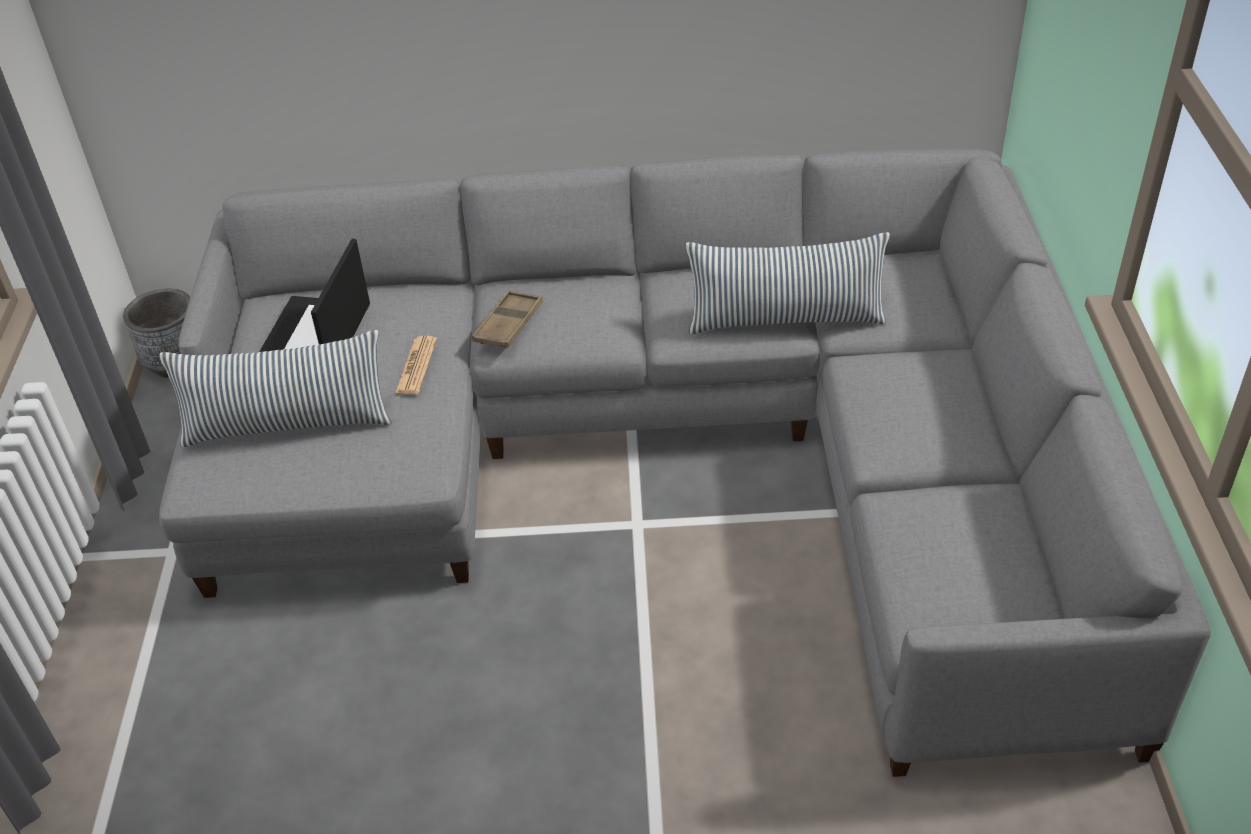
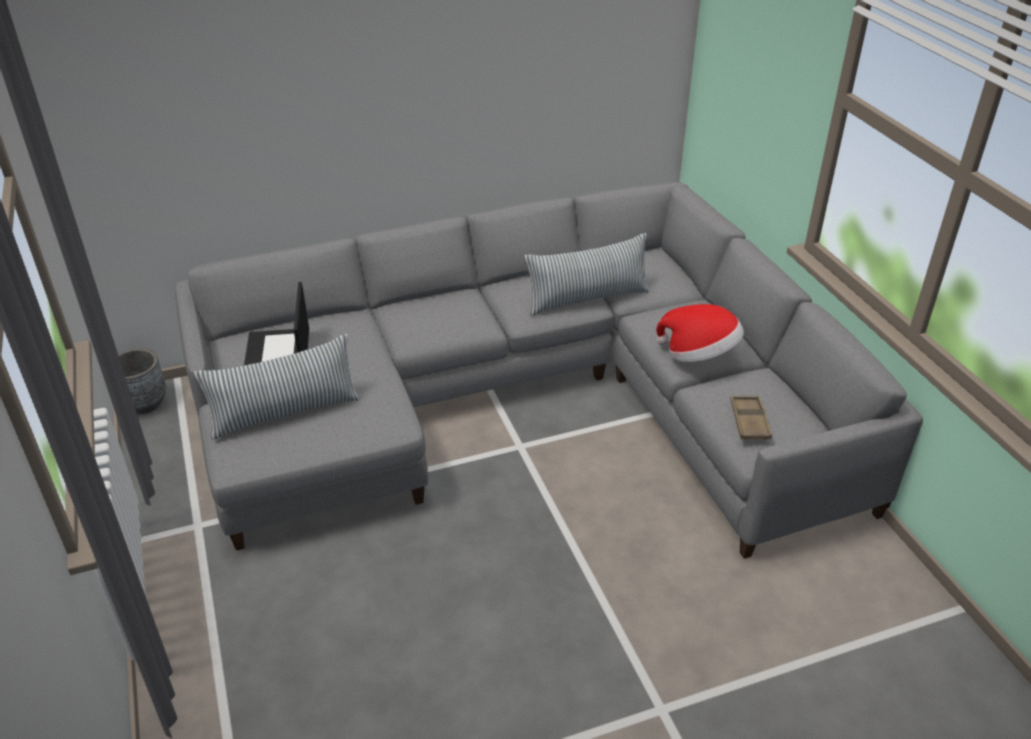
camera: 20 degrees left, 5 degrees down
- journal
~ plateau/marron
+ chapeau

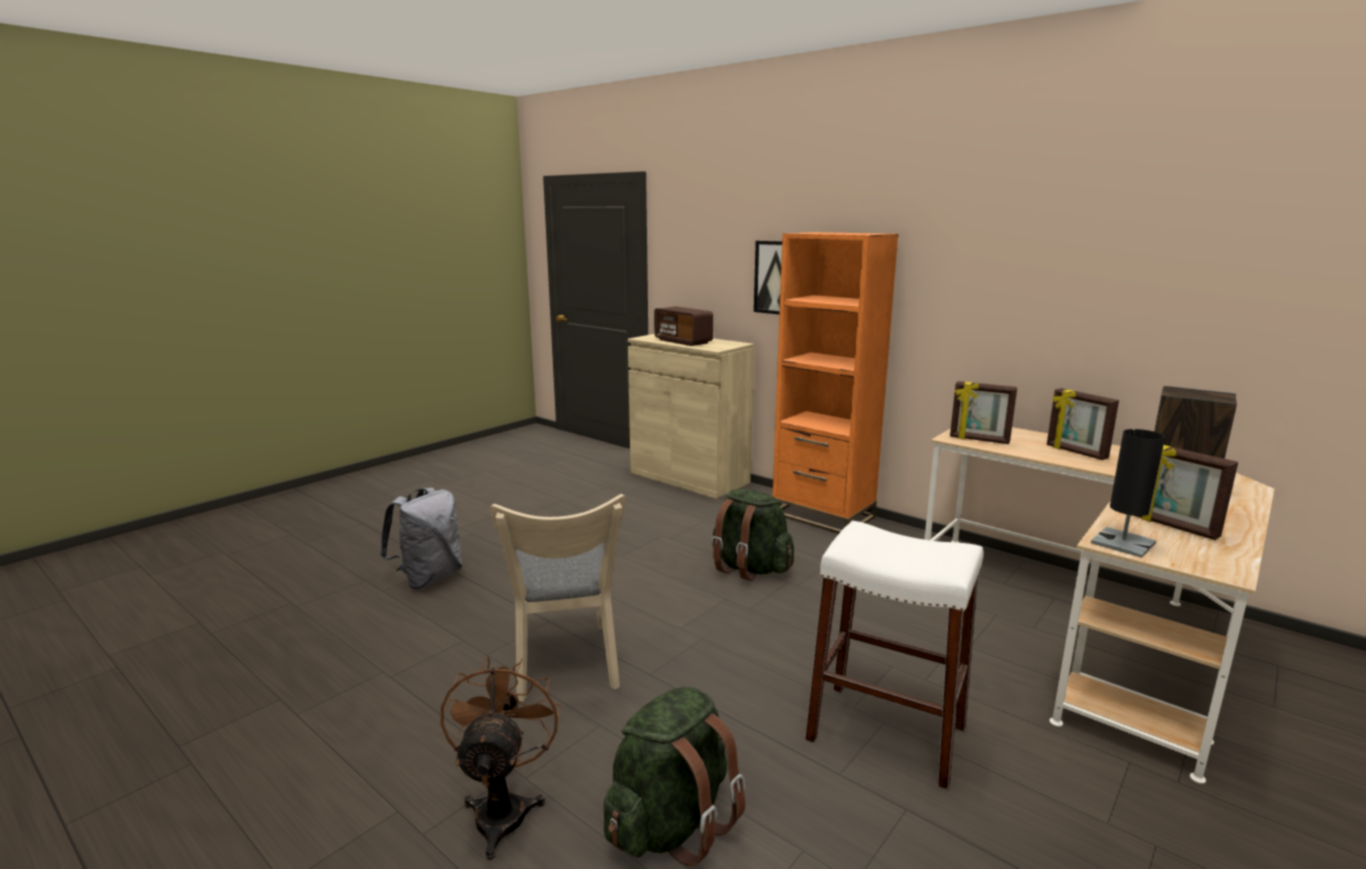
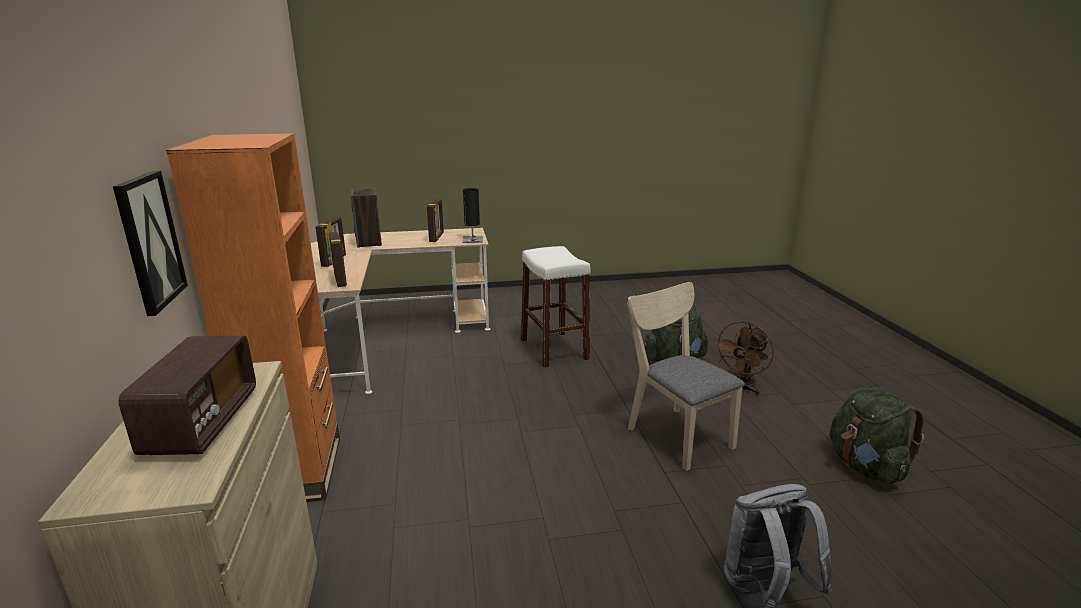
camera: 140 degrees left, 5 degrees up
~ chaise/beige 60 degrees counterclockwise
~ sac à dos/vert (2nd from left)

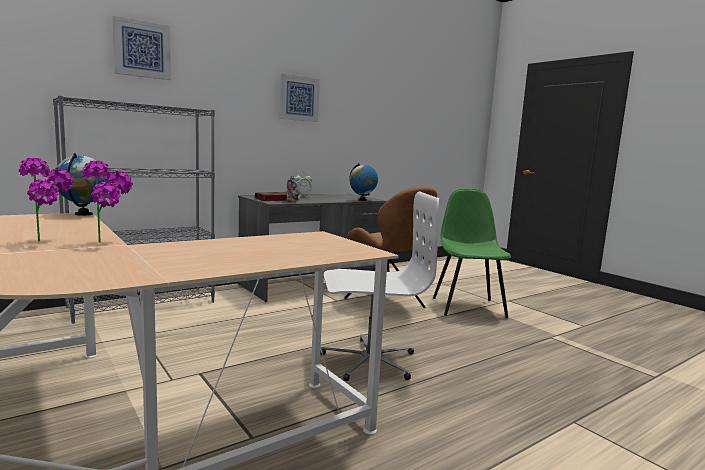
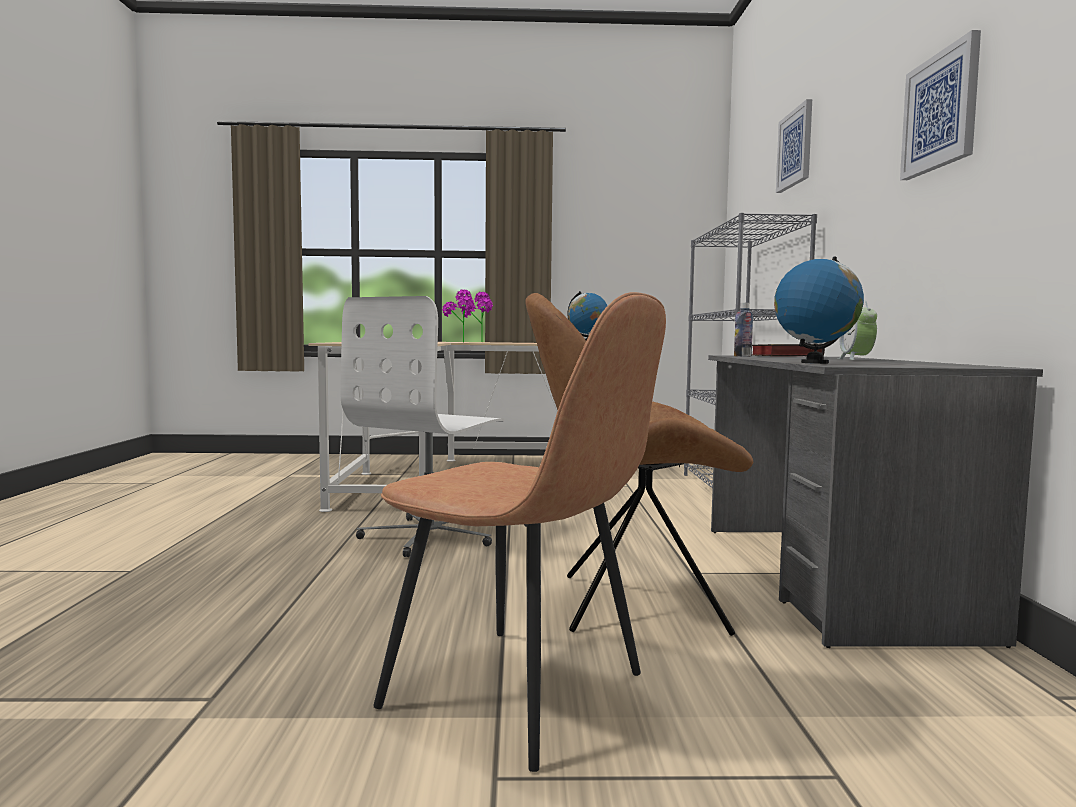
camera: 125 degrees right, 5 degrees down
~ chaise/vert to chaise/marron (1st from left)

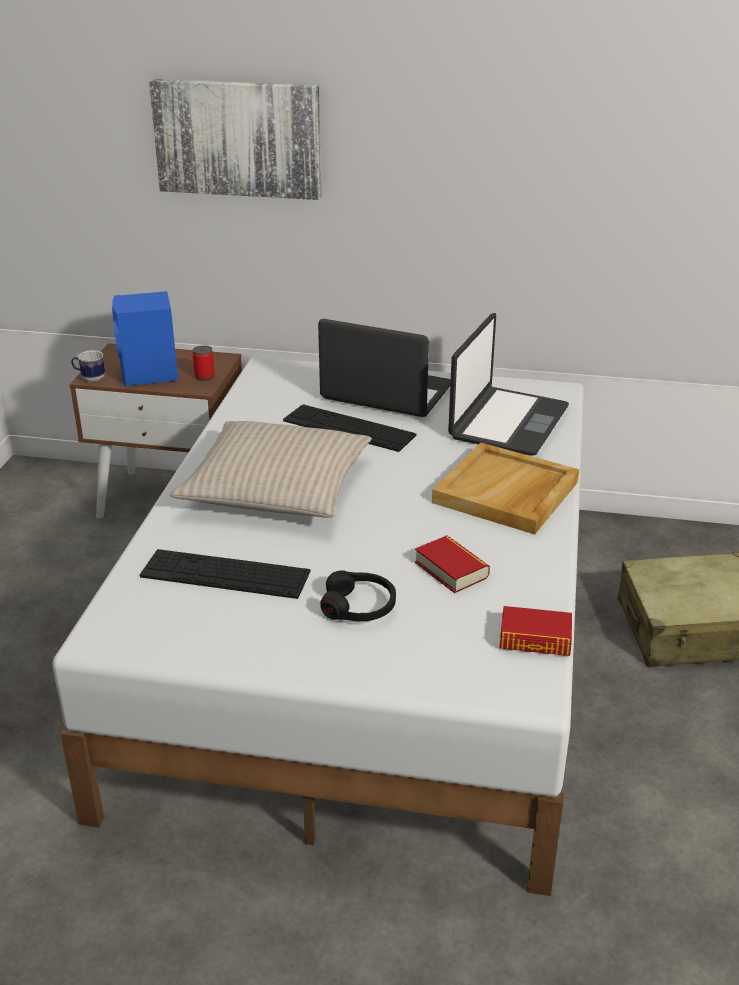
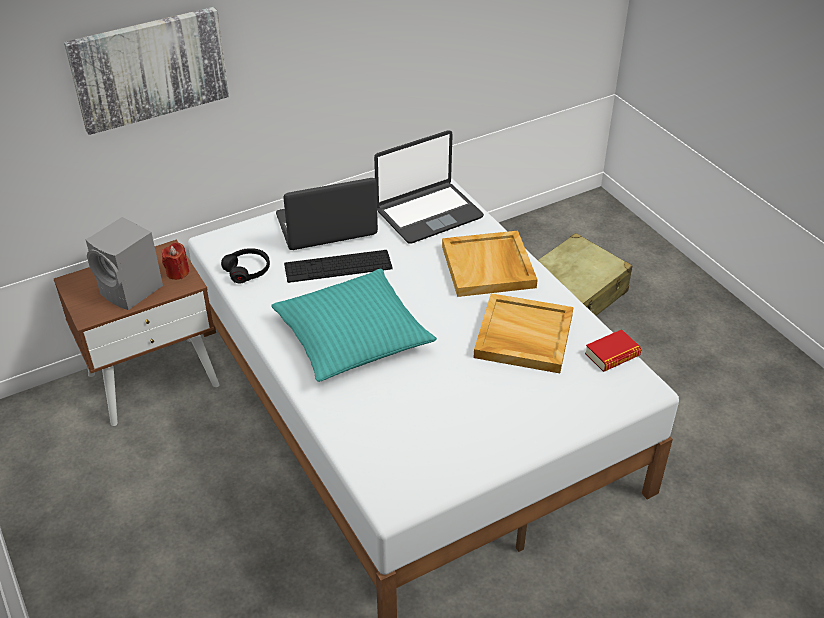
camera: 40 degrees left, 10 degrees up
- mug
~ enceinte/bleu to enceinte/gris
- clavier (1st from left)
~ coussin/beige to coussin/turquoise
~ boîte métallique to bougie/rouge
~ casque audio/noir
~ livre (1st from left) to plateau/beige (2nd from left)
~ ordinateur portable (2nd from left) 75 degrees clockwise

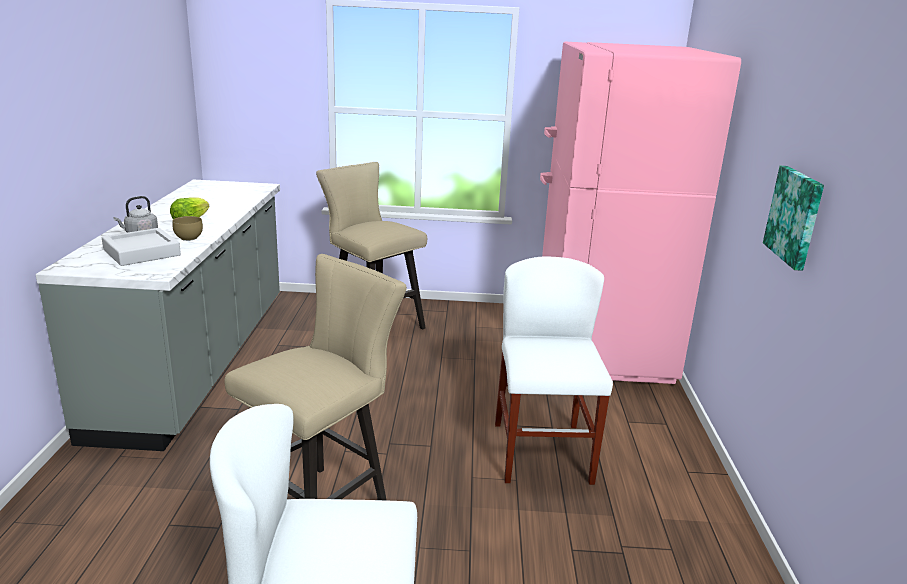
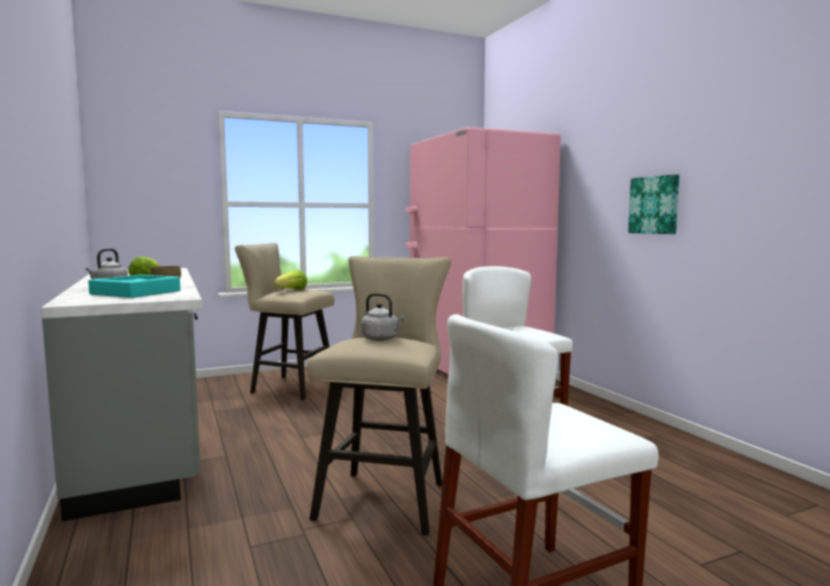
camera: 25 degrees left, 15 degrees down
~ plateau/gris to plateau/turquoise
+ laitue (2nd from left)
+ bouilloire/gris (2nd from left)

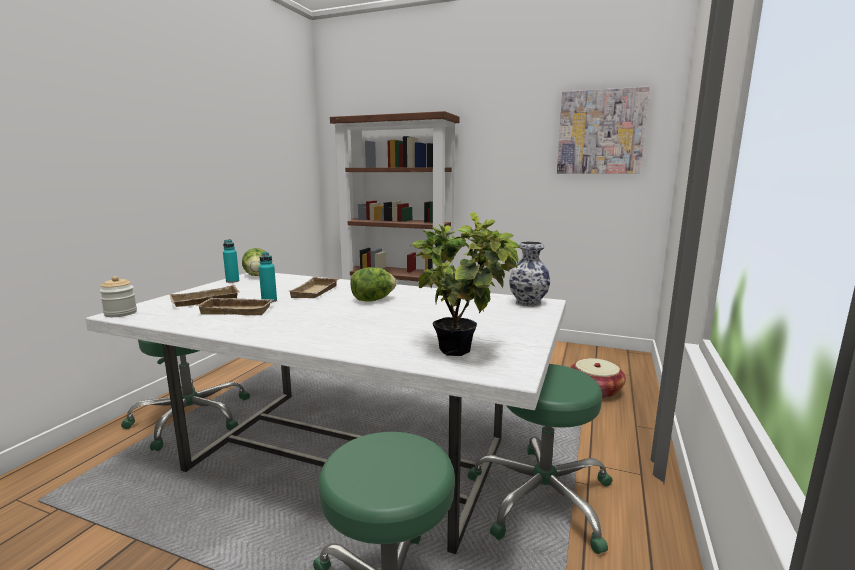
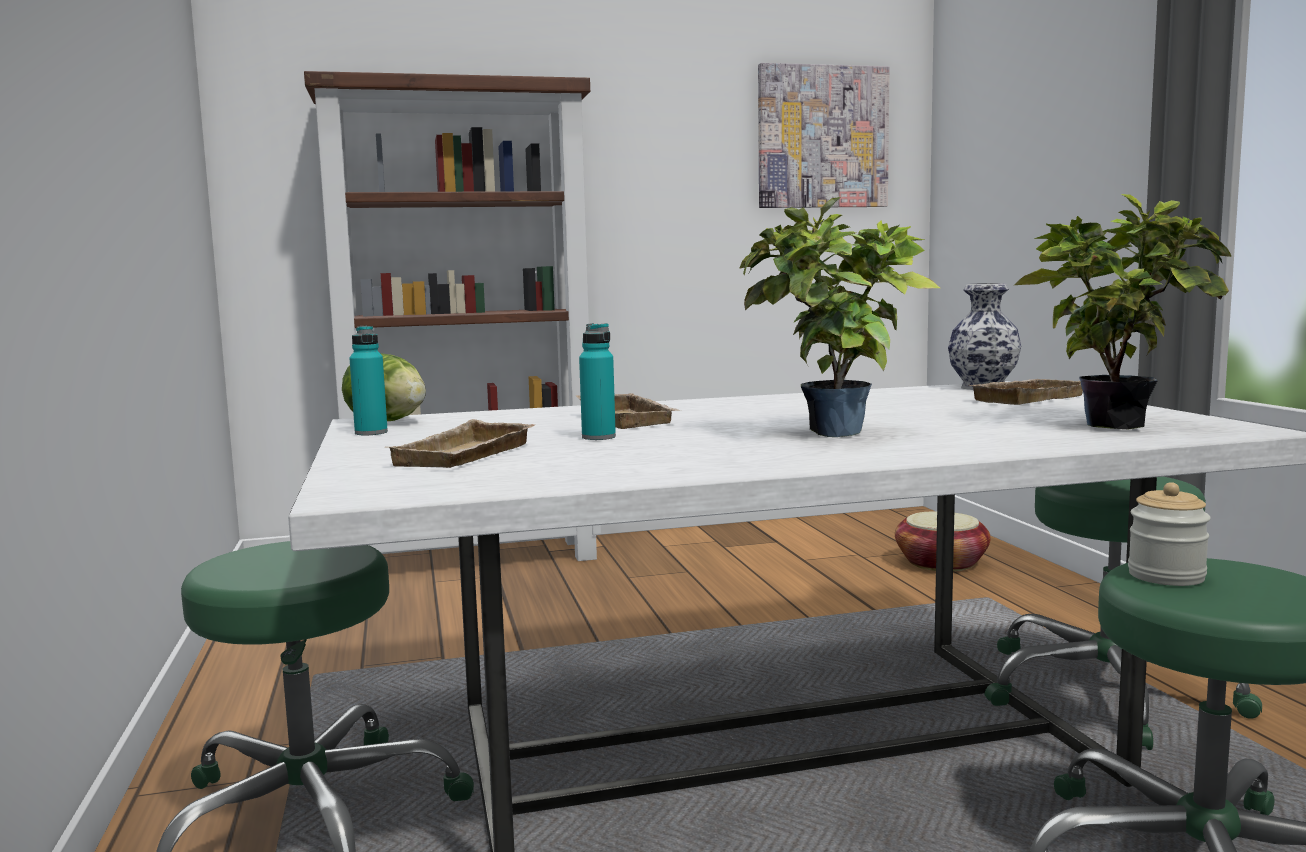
camera: 35 degrees left, 5 degrees down
~ bocal
~ plateau/beige (2nd from left in the first image) to plateau/beige (3rd from left)
- laitue (2nd from left)
+ plante en pot (1st from left)

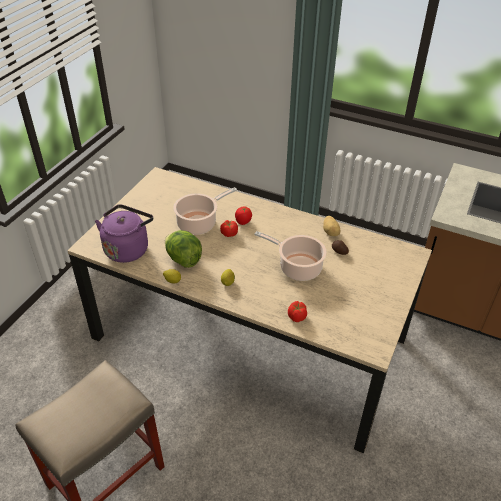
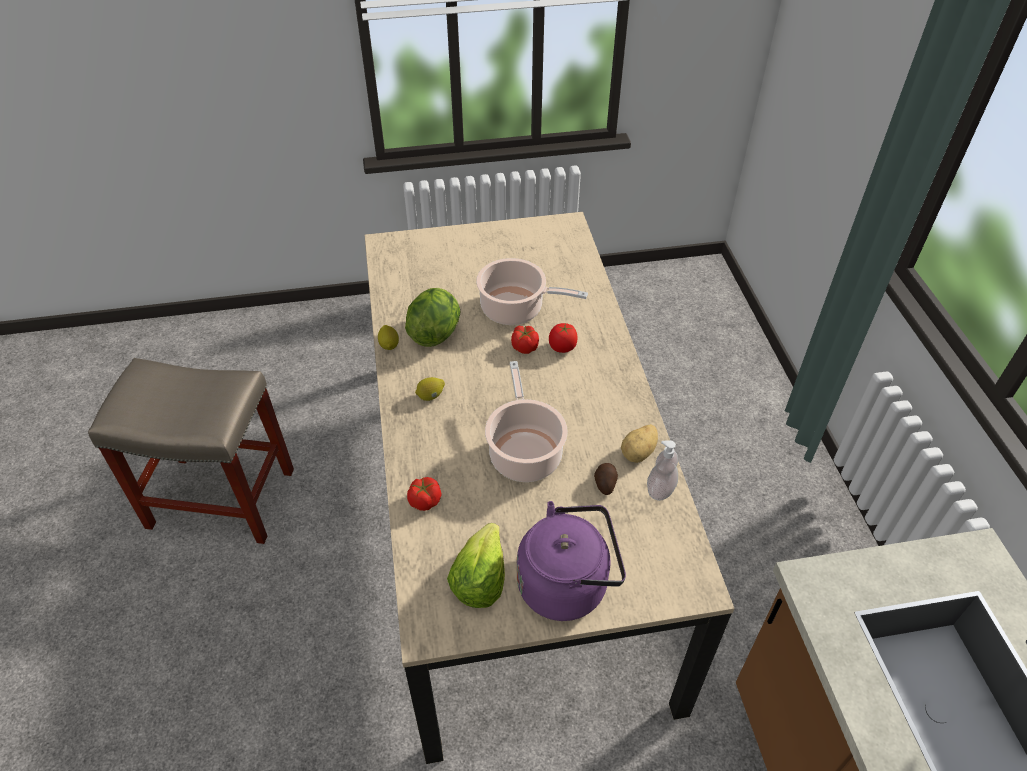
camera: 55 degrees right, 5 degrees up
~ bouilloire/violet
+ laitue (2nd from left)
+ distributeur de savon

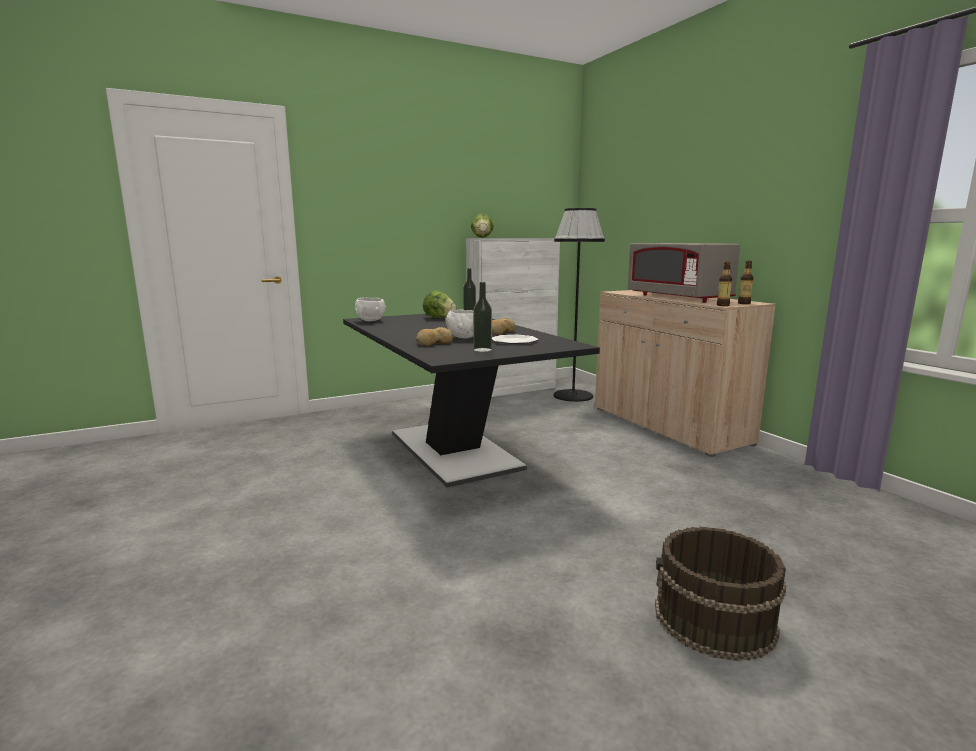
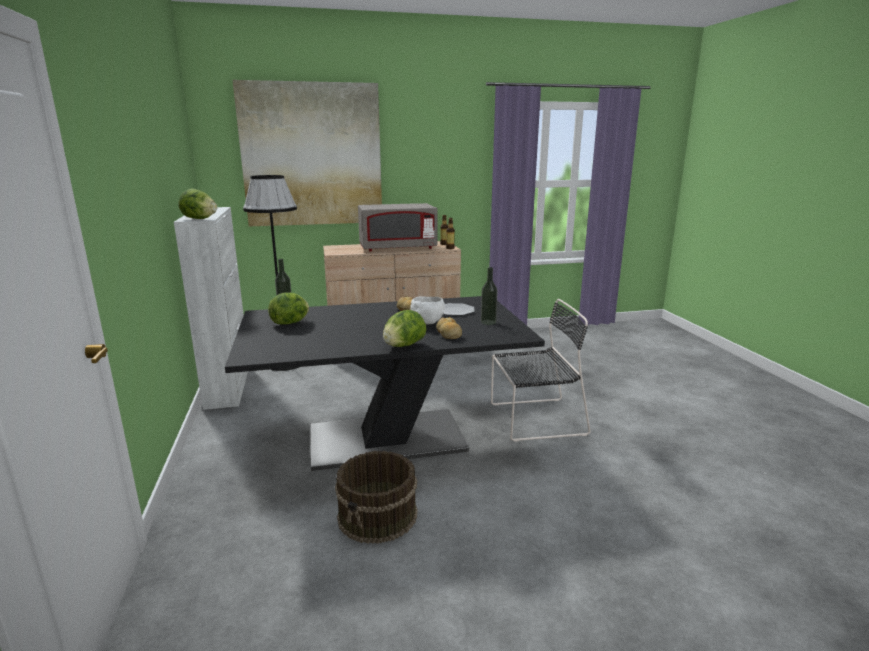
camera: 75 degrees left, 5 degrees up
- bol/blanc (1st from left)
~ seau/marron
+ tableau
+ laitue (3rd from left)
+ chaise/noir

